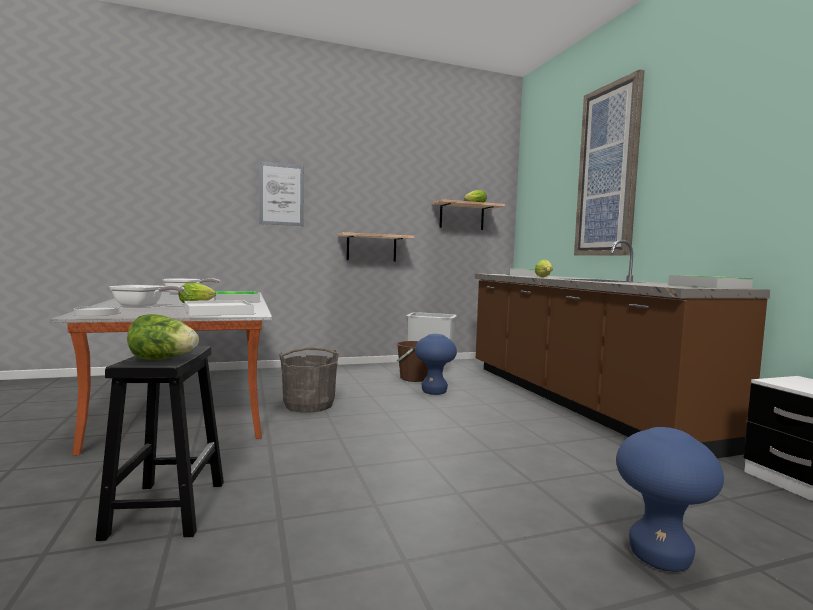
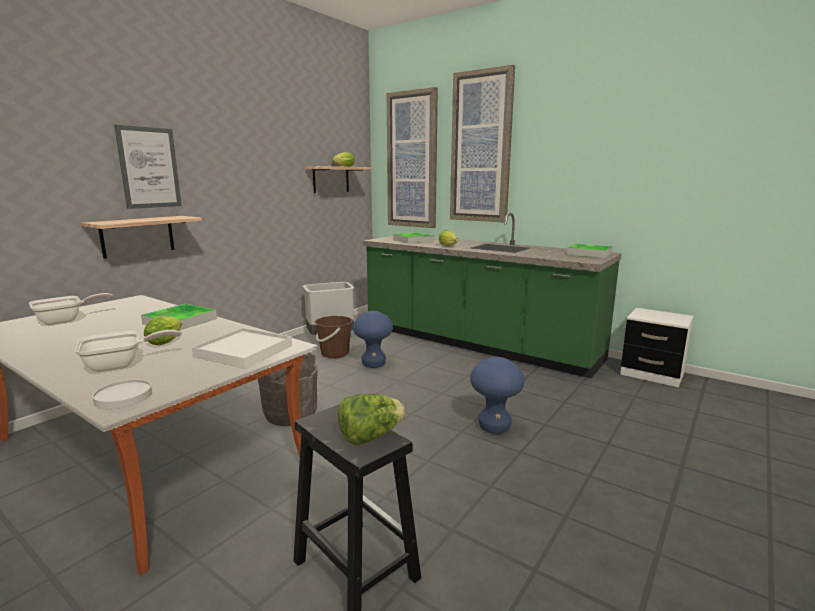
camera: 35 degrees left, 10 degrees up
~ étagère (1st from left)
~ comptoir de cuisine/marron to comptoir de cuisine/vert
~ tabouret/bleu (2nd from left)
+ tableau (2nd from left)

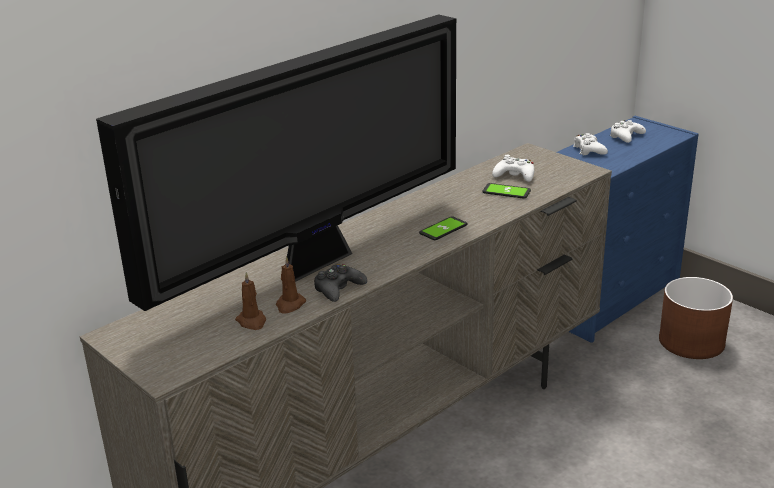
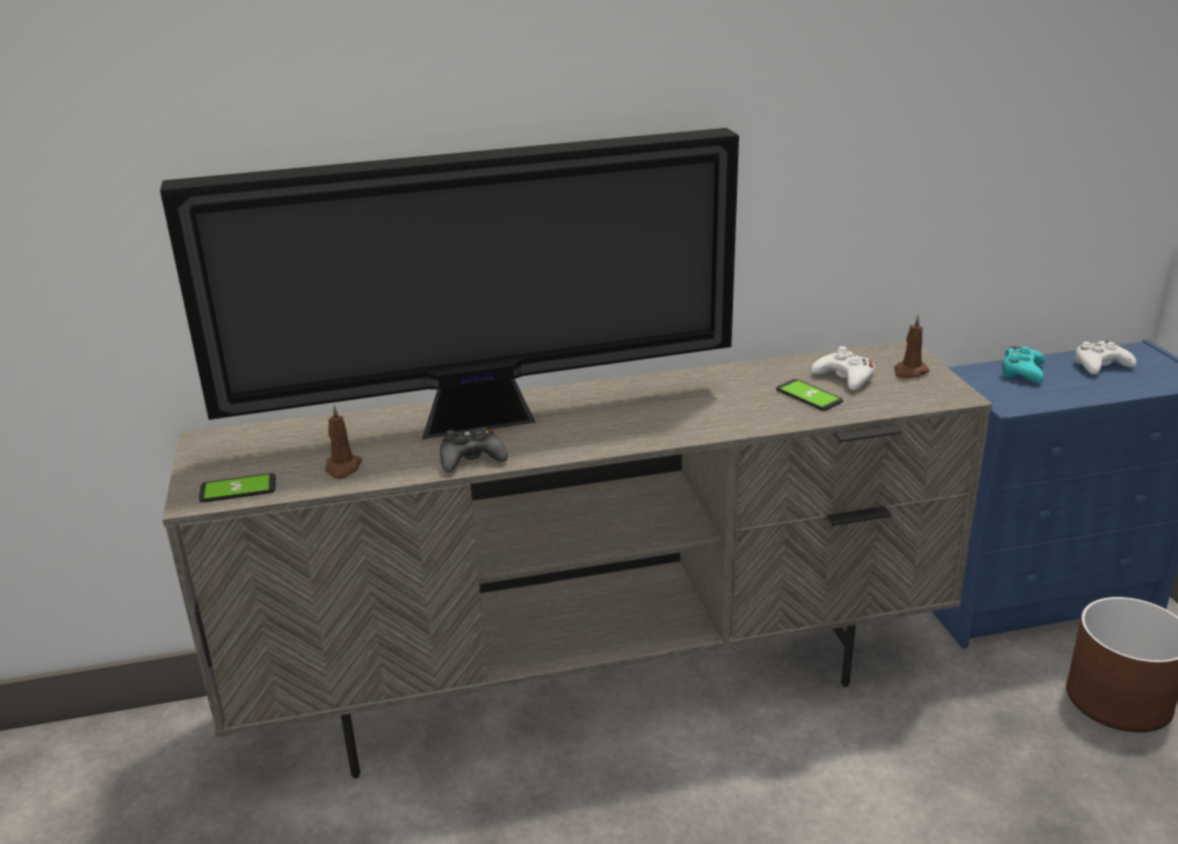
camera: 30 degrees right, 0 degrees up
~ bougie/marron (2nd from left)
~ téléphone (1st from left)
~ manette/blanc (2nd from left) to manette/turquoise

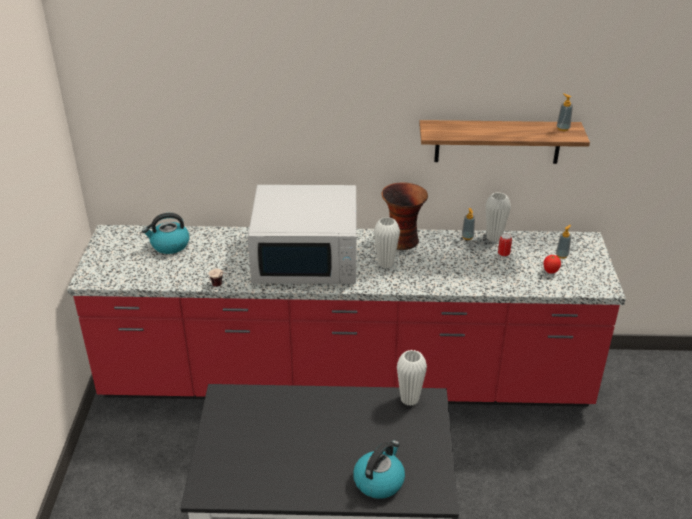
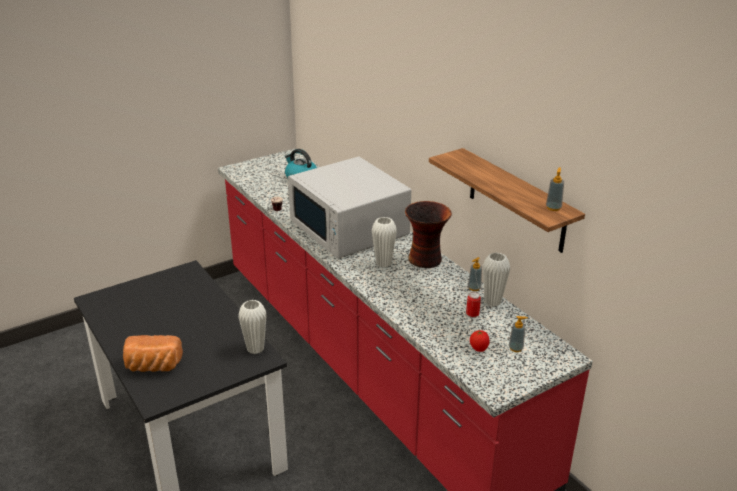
camera: 55 degrees right, 5 degrees down
~ bouilloire (2nd from left) to pain

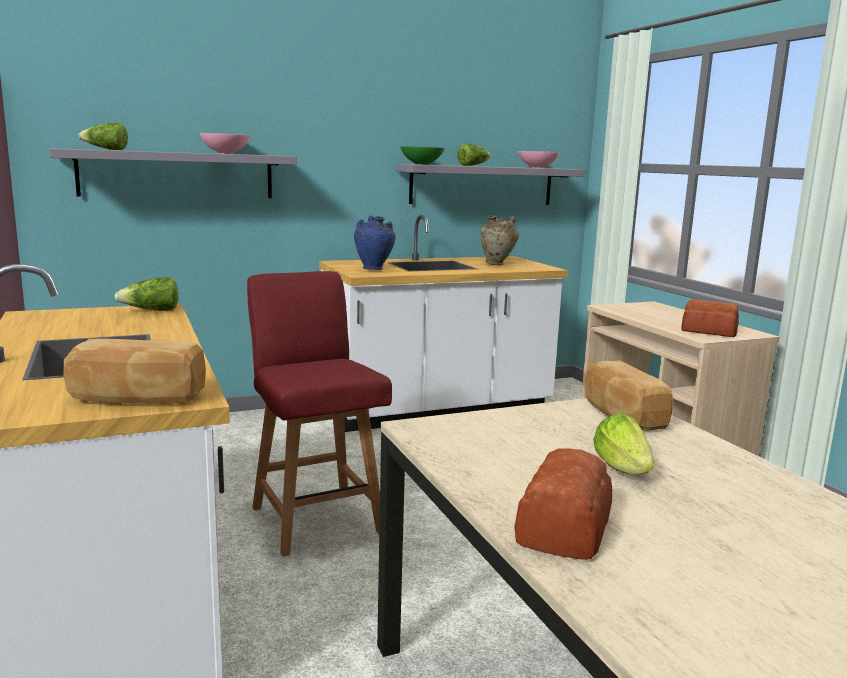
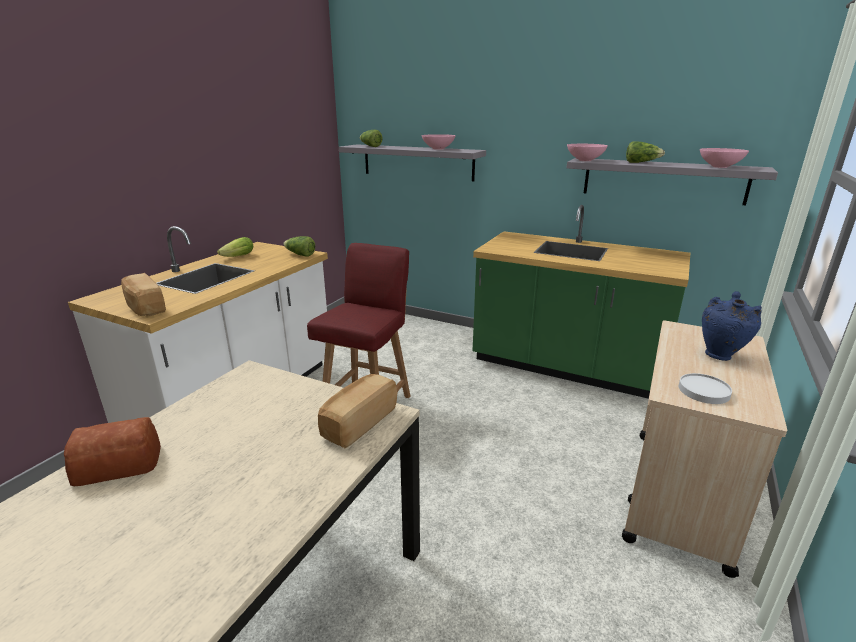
camera: 50 degrees right, 10 degrees up
~ comptoir de cuisine/blanc (2nd from left) to comptoir de cuisine/vert
~ vase/bleu
~ bol/vert to bol/rose (2nd from left)
- vase/beige
~ laitue (4th from left in the first image) to laitue (1st from left)
~ pain (4th from left) to assiette/blanc

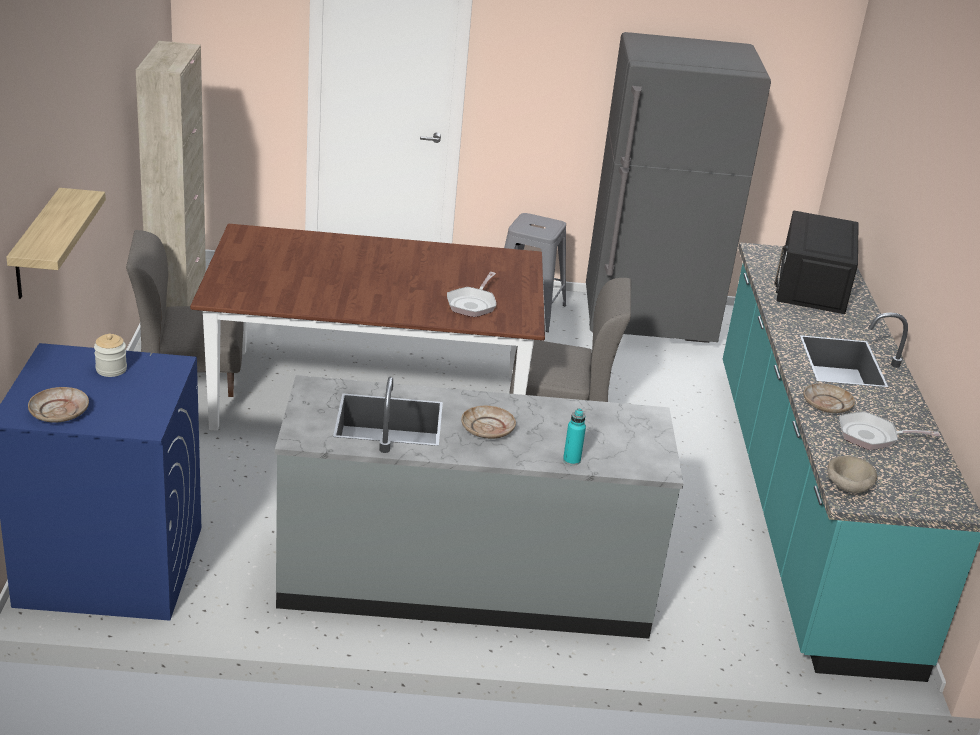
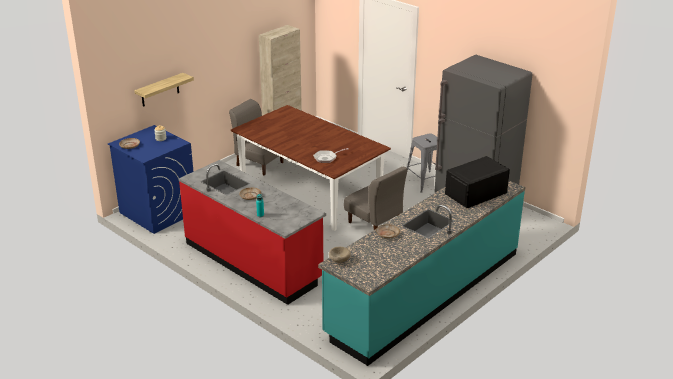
camera: 45 degrees right, 0 degrees up
~ comptoir de cuisine/gris to comptoir de cuisine/rouge
- poêle (2nd from left)

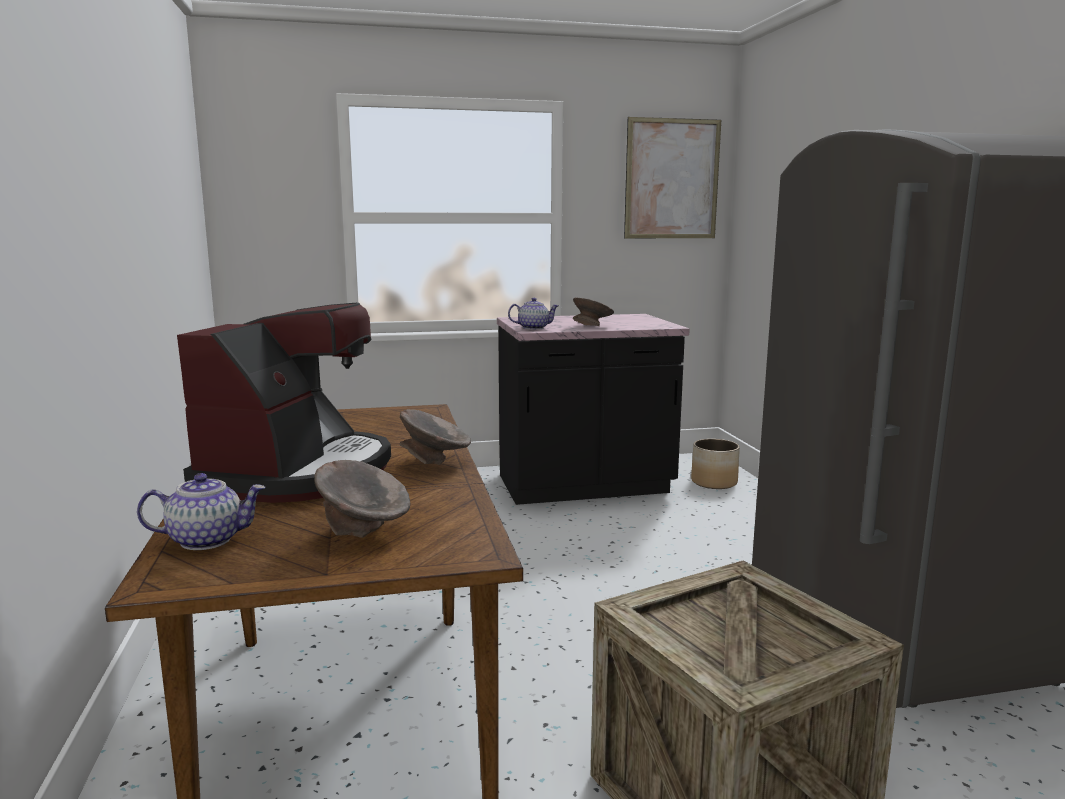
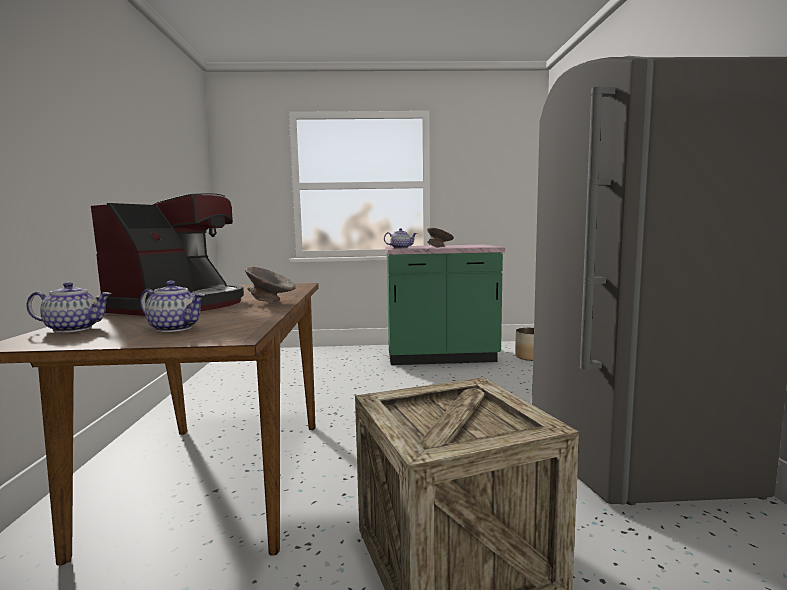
camera: 10 degrees right, 5 degrees down
~ bol/gris (1st from left) to théière (2nd from left)
~ comptoir de cuisine/noir to comptoir de cuisine/vert
- tableau

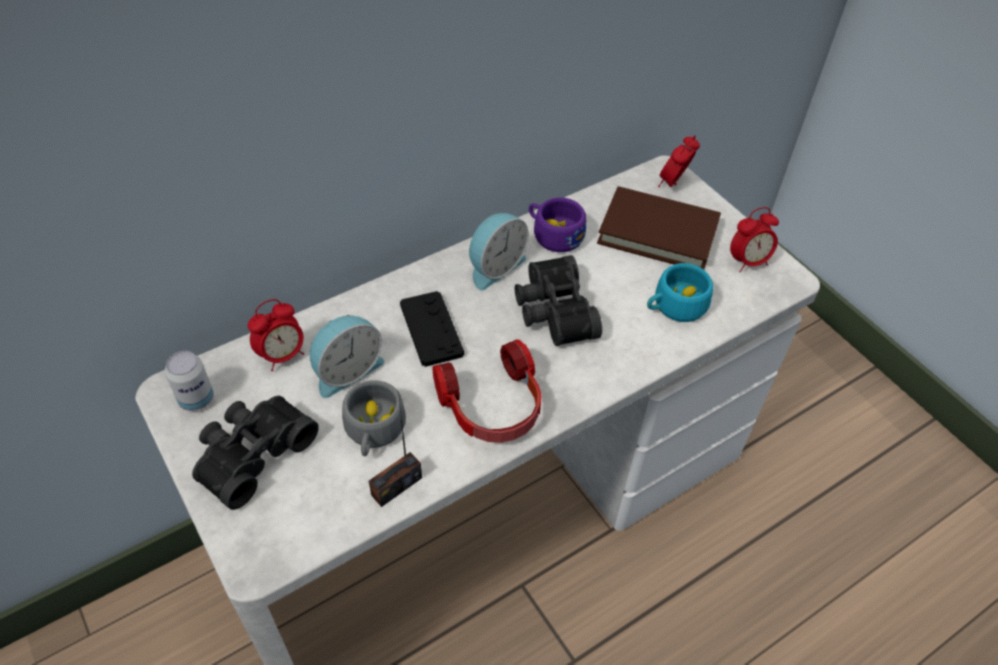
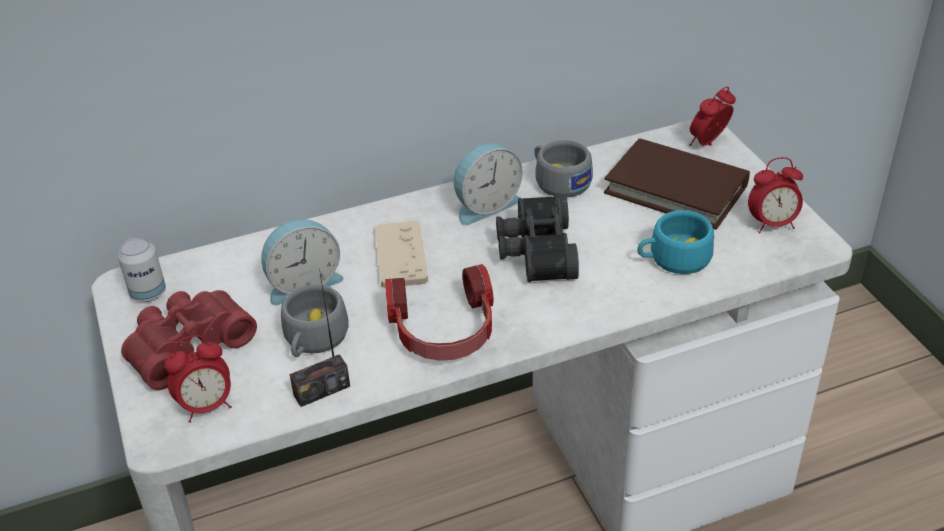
camera: 15 degrees right, 10 degrees down
~ jumelles/noir (1st from left) to jumelles/rouge
~ réveil (1st from left)
~ manette/noir to manette/beige
~ tasse/violet to tasse/gris (2nd from left)

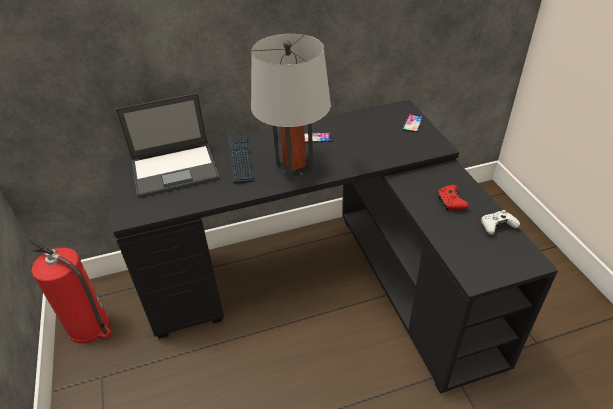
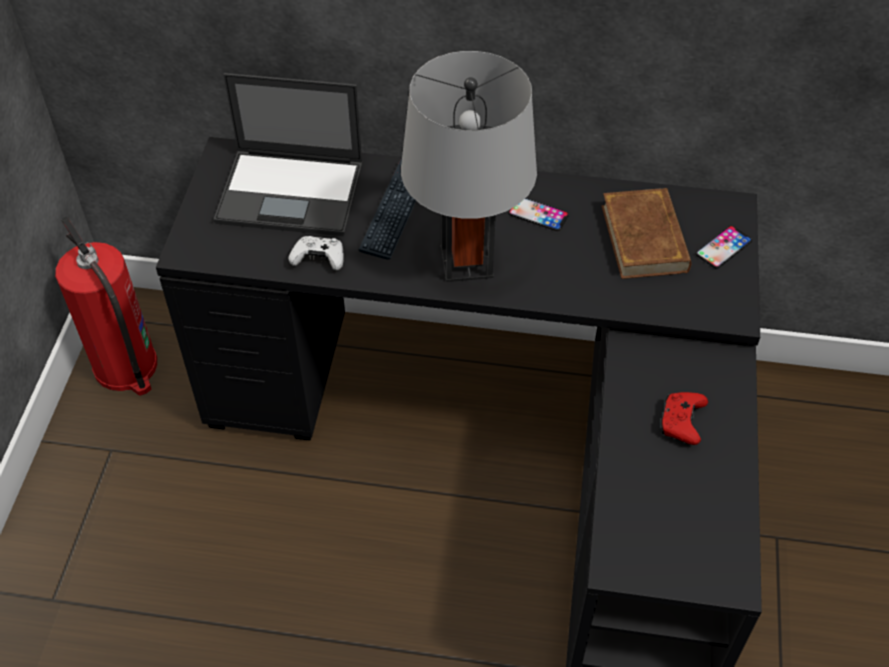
camera: 25 degrees right, 10 degrees up
~ manette/blanc
+ livre/marron

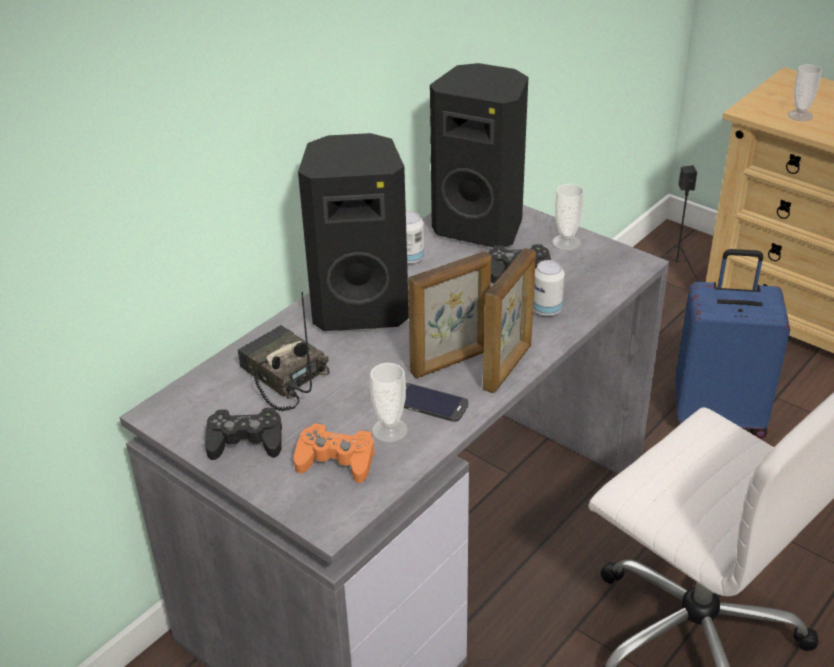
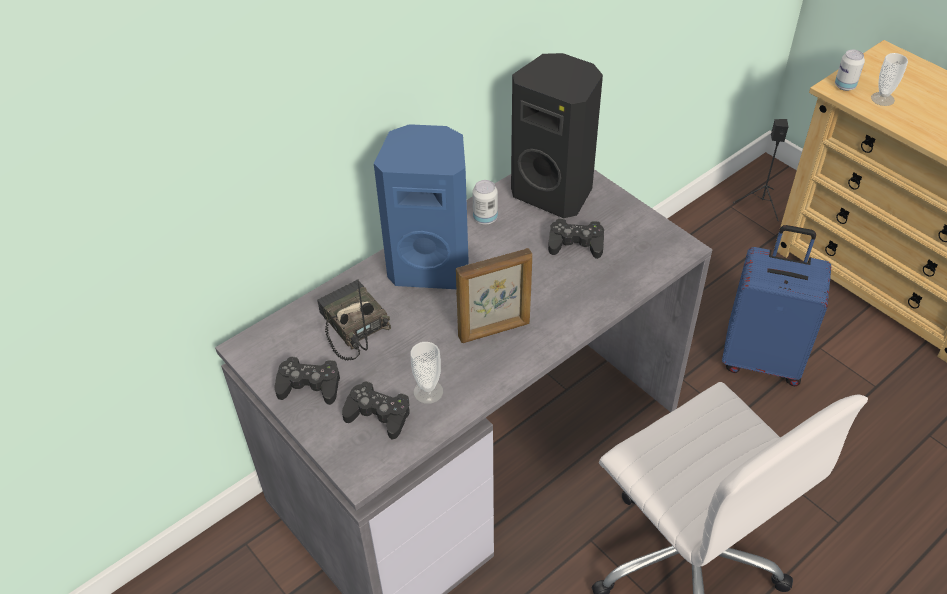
camera: 10 degrees right, 10 degrees up
~ manette/orange to manette/noir (2nd from left)
~ enceinte/noir (1st from left) to enceinte/bleu
- téléphone
- cadre photo (2nd from left)
~ boîte métallique (2nd from left)
- tasse (2nd from left)

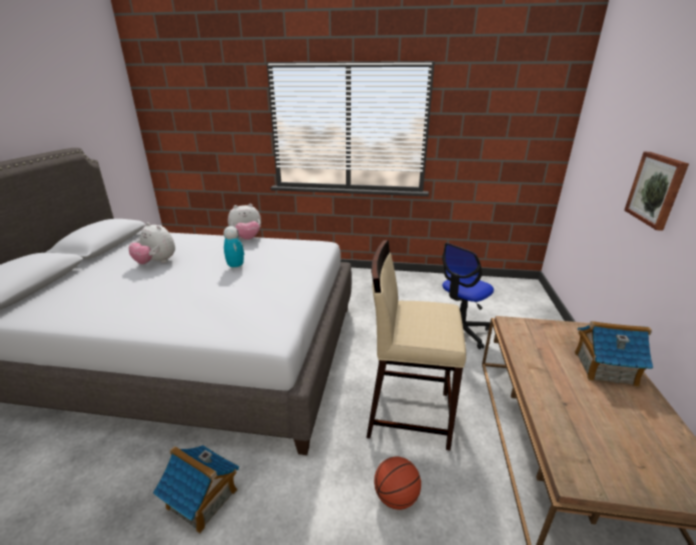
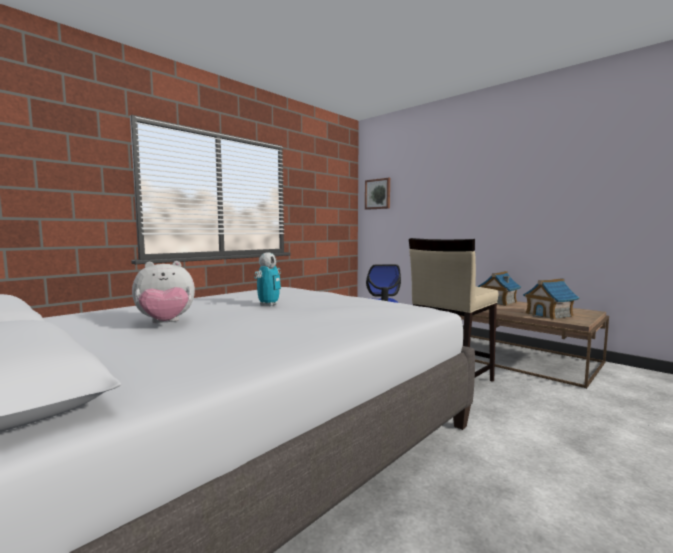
camera: 55 degrees left, 20 degrees down
~ maison miniature (1st from left in the first image) to maison miniature (2nd from left)
~ robot jouet 105 degrees clockwise
- peluche (2nd from left)
- ballon de basket
~ tableau

